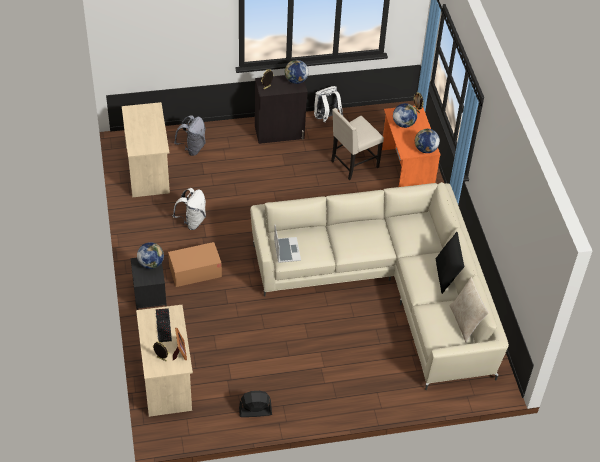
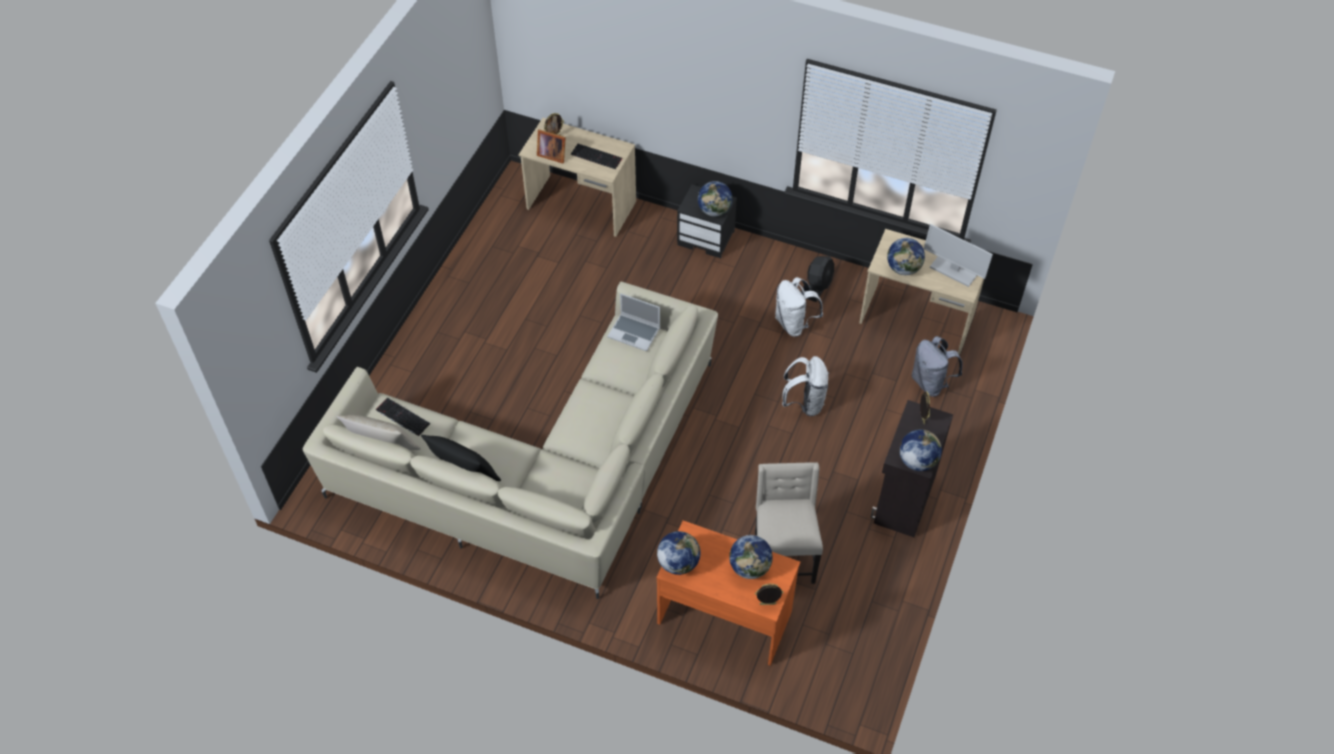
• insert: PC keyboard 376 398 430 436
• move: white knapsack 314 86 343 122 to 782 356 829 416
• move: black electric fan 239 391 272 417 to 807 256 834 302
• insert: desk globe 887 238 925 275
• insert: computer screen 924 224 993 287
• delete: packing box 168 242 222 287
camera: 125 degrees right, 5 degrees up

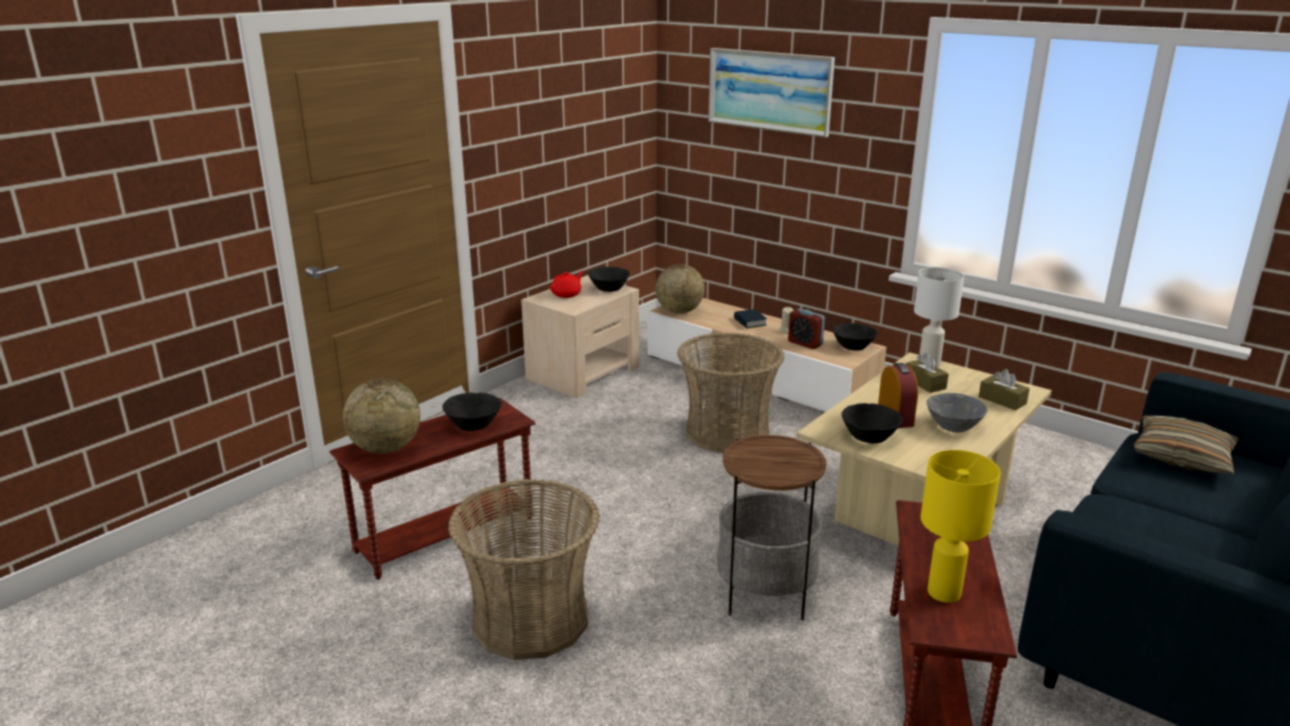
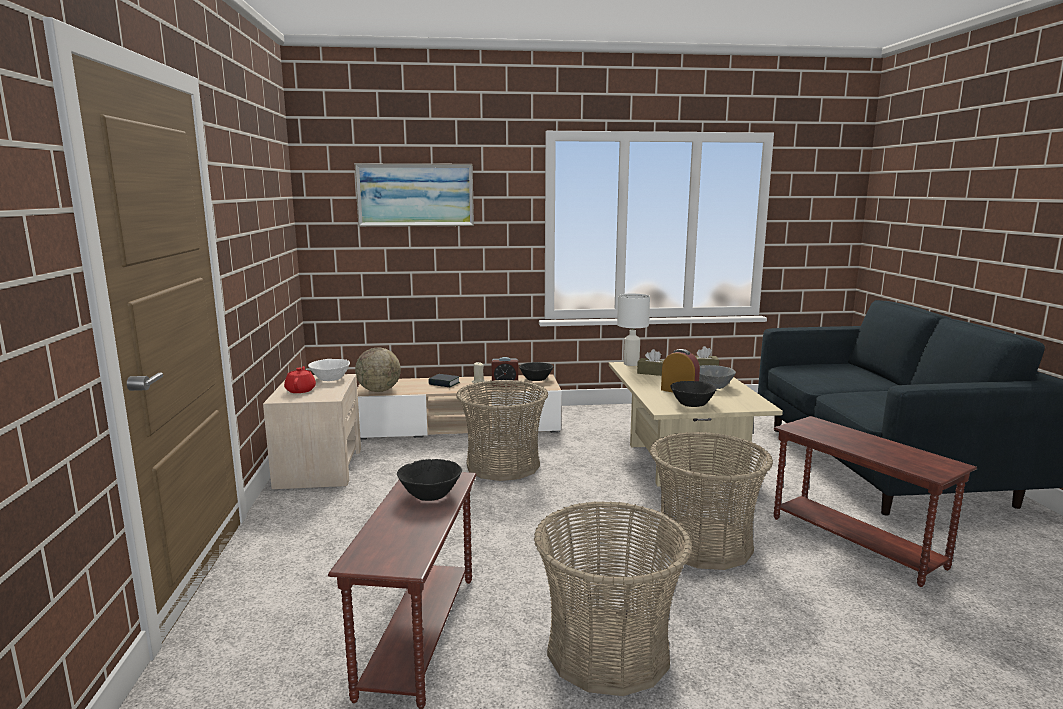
• recolor: black serving bowl 588 267 630 292 to white serving bowl 308 359 350 381
• replace: side table 717 435 827 620 to storage basket 650 432 773 570
• delete: desk globe 343 379 420 454
• delete: yellowish table lamp 921 450 1001 603
• delete: cushion 1134 415 1239 474
camera: 45 degrees left, 10 degrees down

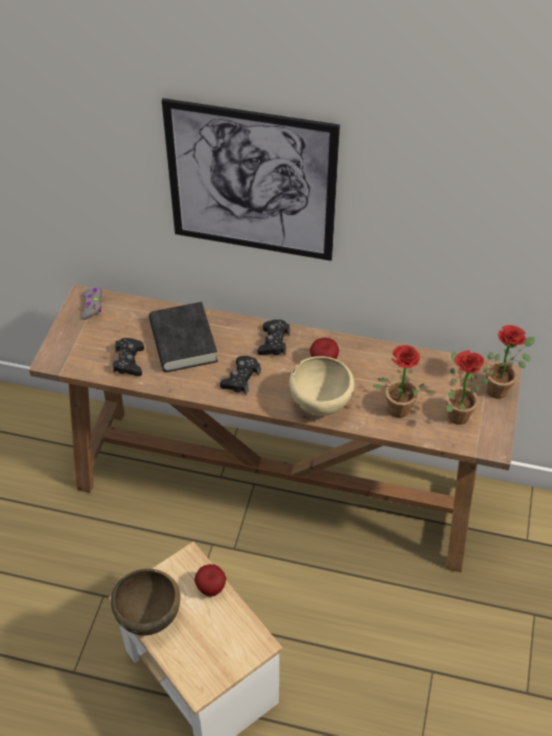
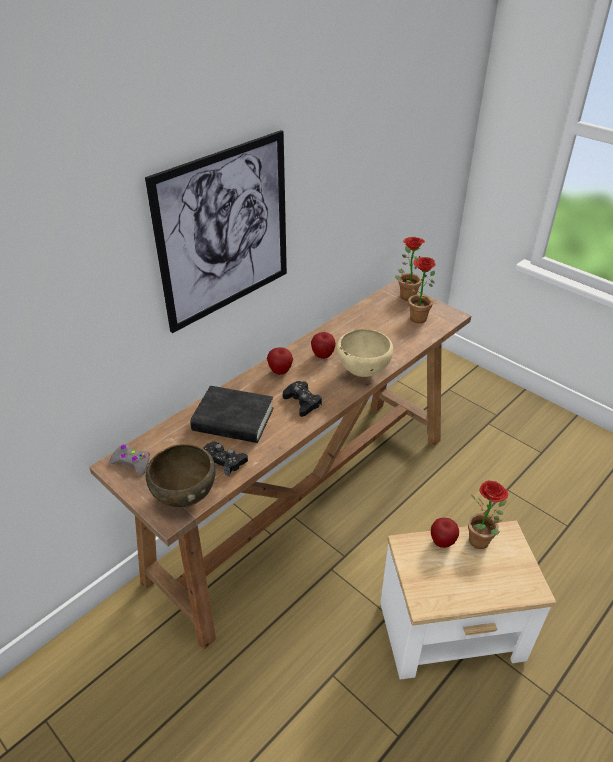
• move: brownish serving bowl 111 569 180 636 to 145 444 216 507
• replace: black joypad 258 319 290 355 to whole apple 267 347 293 375
• move: potted plant 373 345 435 418 to 468 480 508 549
camera: 60 degrees left, 10 degrees down

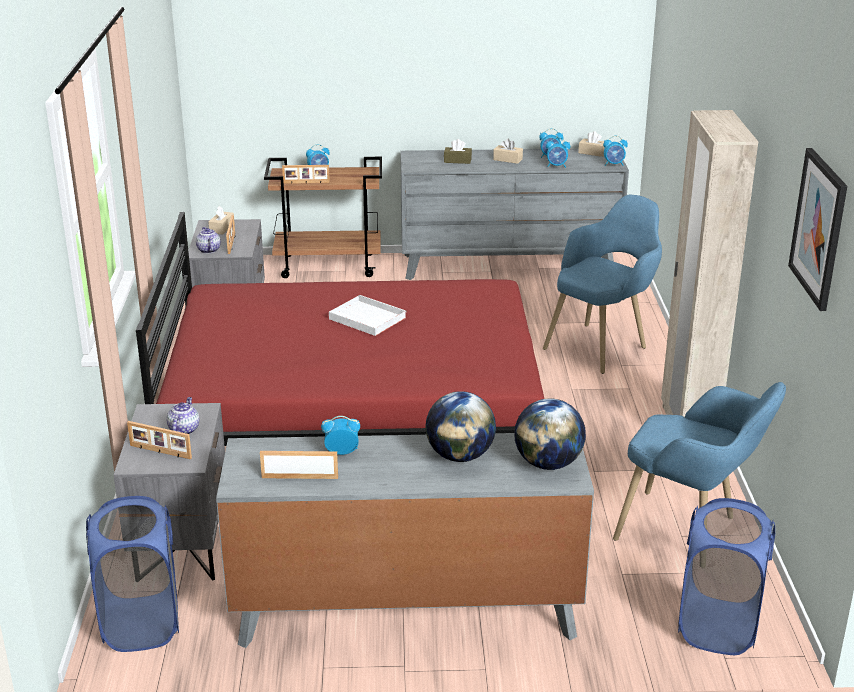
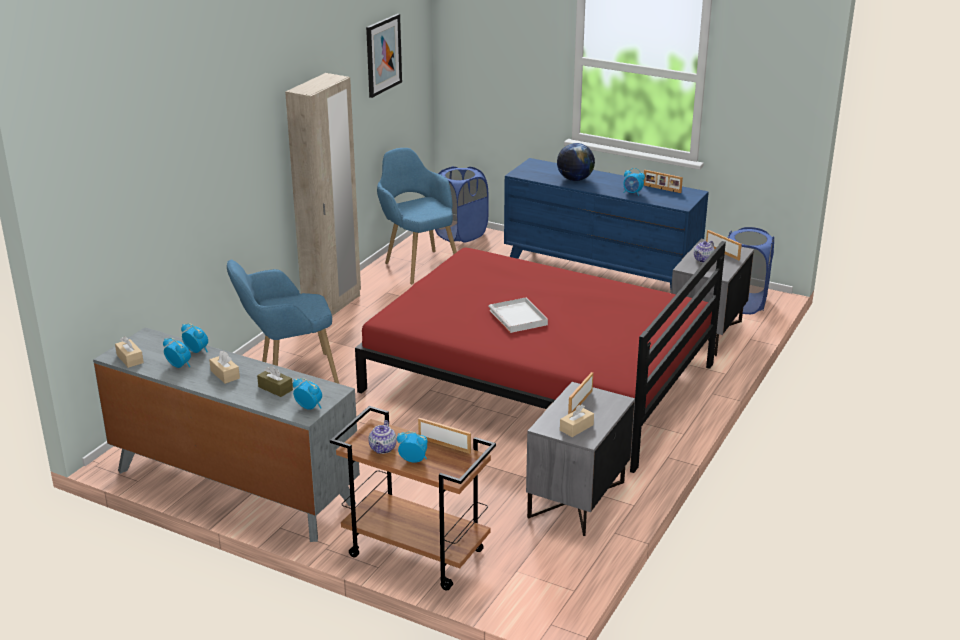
• move: table clock 603 136 628 166 to 293 378 322 410
• move: pot for tea 196 227 221 254 to 369 420 397 454
• recolor: grey chest of drawers 216 433 594 648 to blue-coloured chest of drawers 504 158 709 289
• delete: desk globe 514 398 586 470
camera: 150 degrees left, 0 degrees up

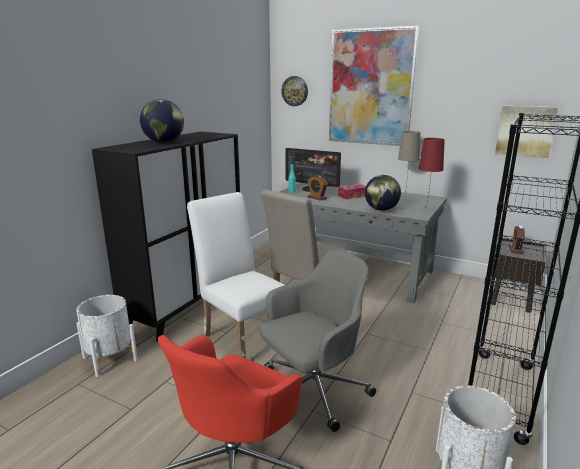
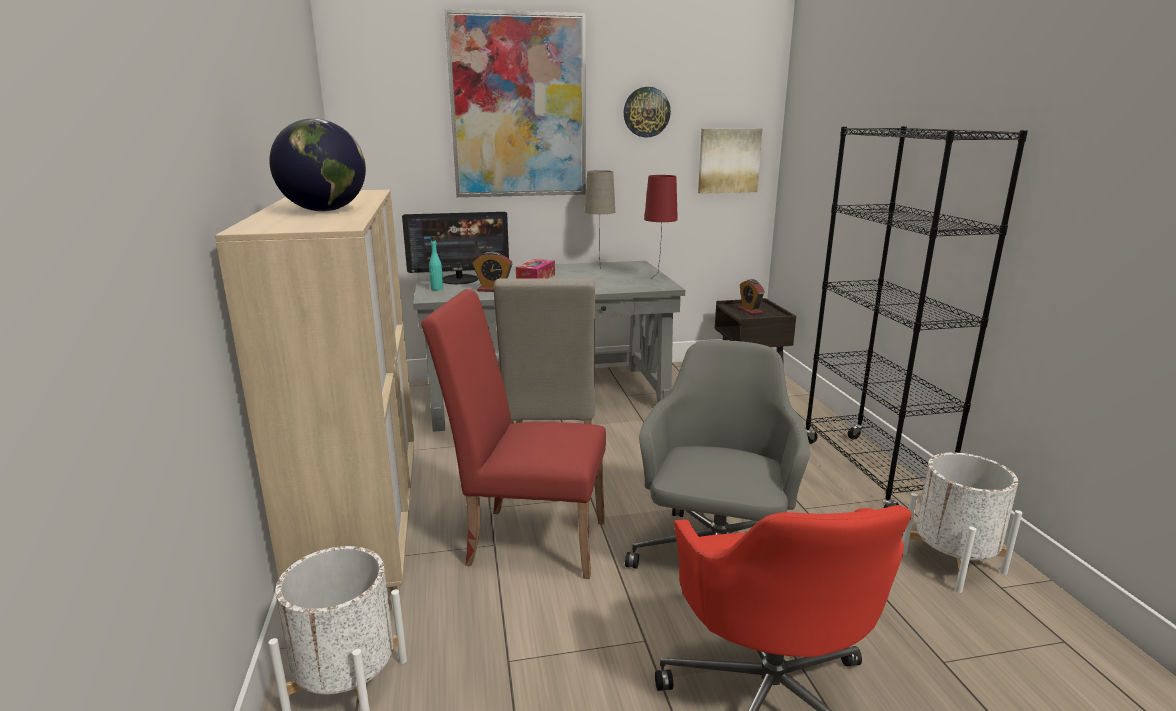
• recolor: black cupboard 92 132 240 341 to beige cupboard 215 190 415 613
• recolor: white plain chair 187 192 284 358 to reddish plain chair 421 289 606 579
• move: wall clock 281 76 308 106 to 624 87 671 137
• delete: desk globe 365 175 401 211
camera: 40 degrees left, 0 degrees up

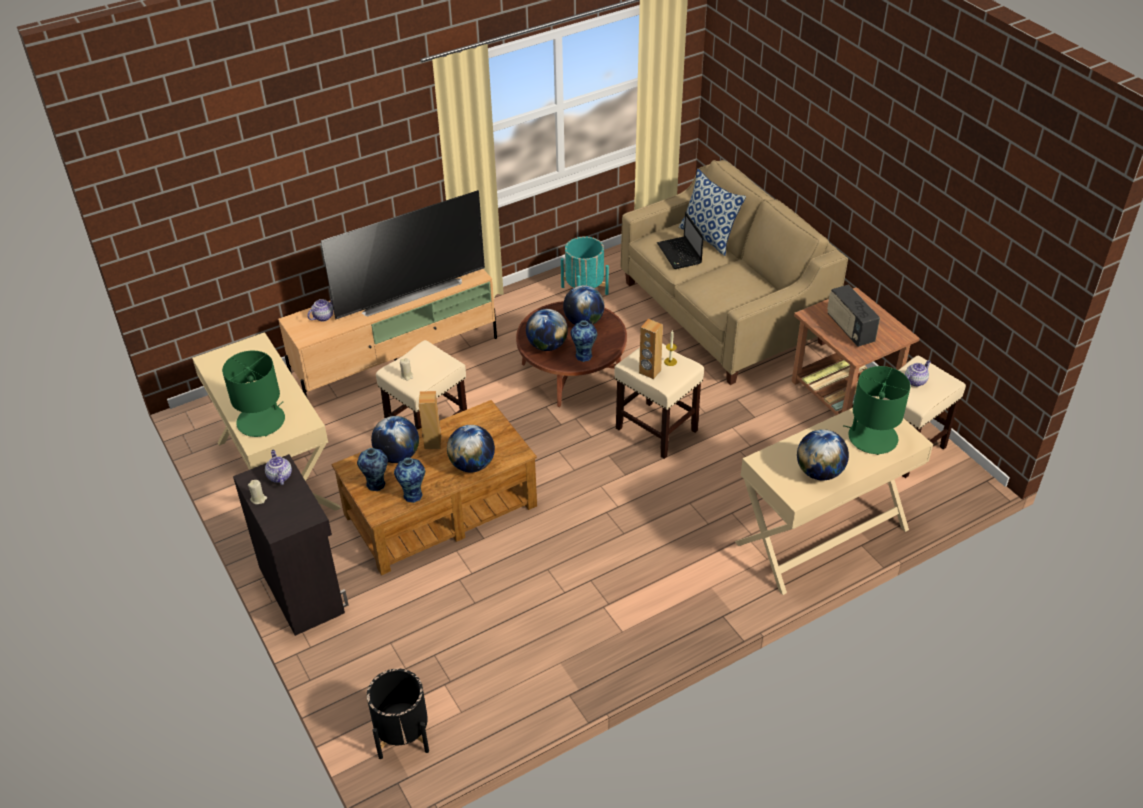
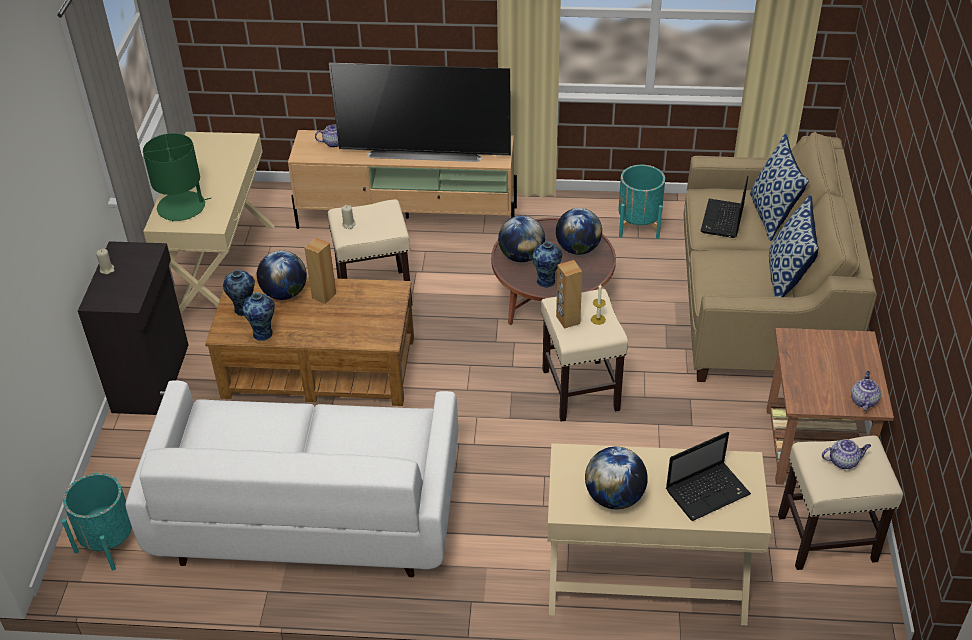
• recolor: black flower pot 367 669 429 759 to blue-green flower pot 62 473 132 570
• insert: white couch 125 380 458 577
• replace: green-coloured table lamp 843 366 911 455 to laptop 666 432 751 521
• insert: cushion 769 194 819 297
• move: pot for tea 265 450 292 485 to 851 371 881 411
• delete: desk globe 447 425 495 472
• delete: radio set 827 284 880 347
camera: 35 degrees right, 0 degrees up

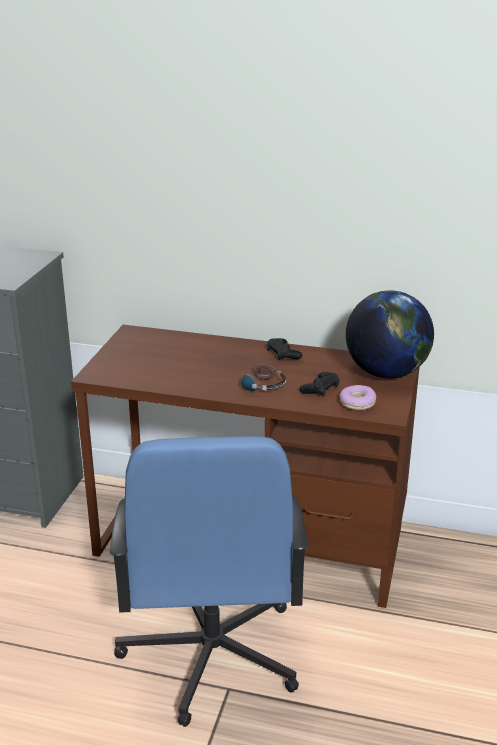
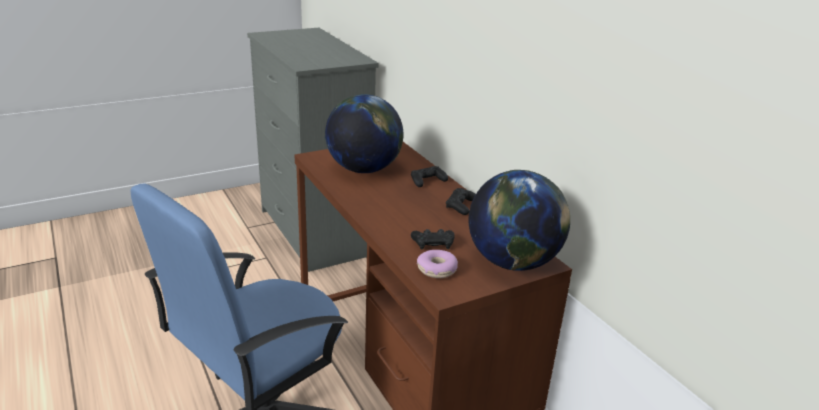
• insert: desk globe 325 94 404 173
• insert: black joypad 411 166 448 187
• delete: pair of headphones 241 363 286 391
camera: 45 degrees right, 0 degrees up

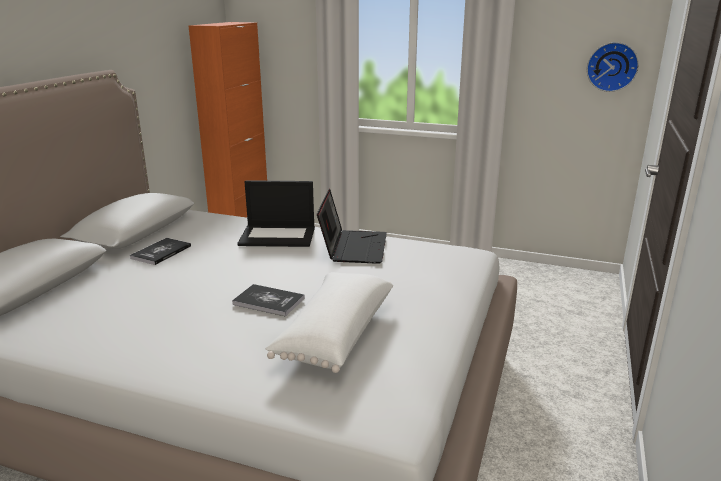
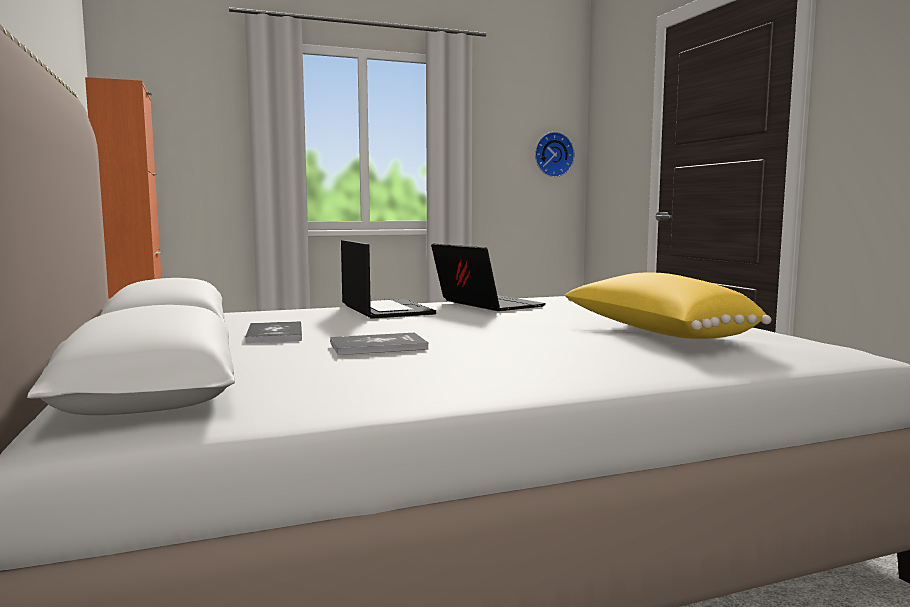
• move: volume 232 284 305 317 to 331 333 429 355
• rotate: laptop 237 180 315 247 = 341 240 436 319 75 degrees counterclockwise
• recolor: white cushion 265 272 393 373 to yellowish cushion 564 273 771 339
camera: 40 degrees left, 15 degrees down

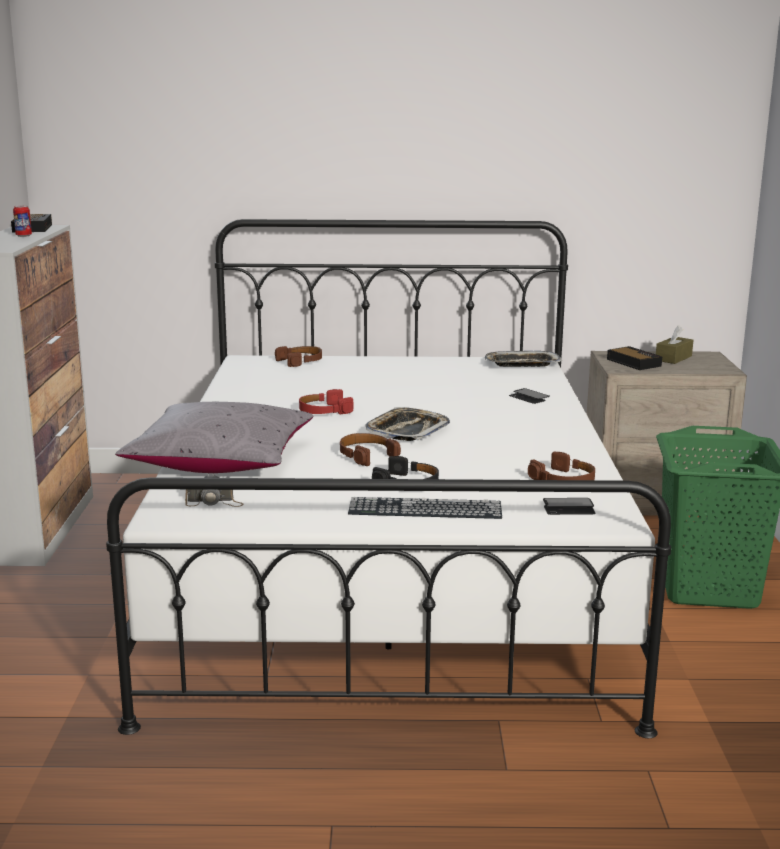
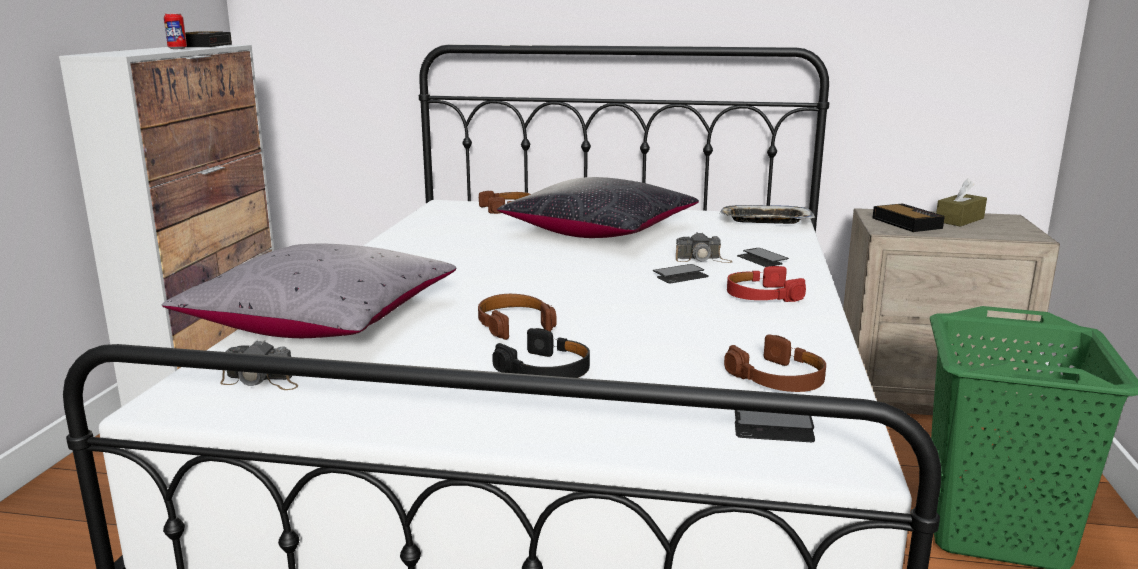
• insert: black cushion 497 177 699 238
• insert: handset 653 264 709 283
• insert: photo camera 676 232 732 263
• move: reddish pair of headphones 299 389 354 414 to 727 266 806 302
• delete: PC keyboard 348 497 502 519
• delete: tray 365 407 450 441
camera: 10 degrees right, 0 degrees up

